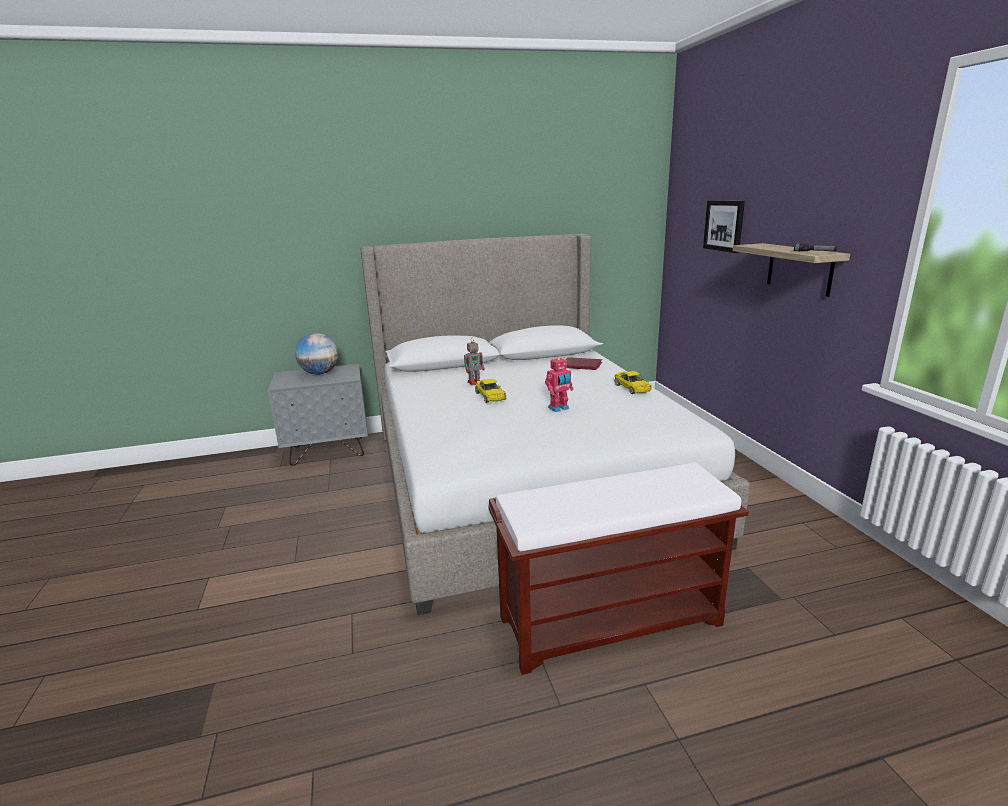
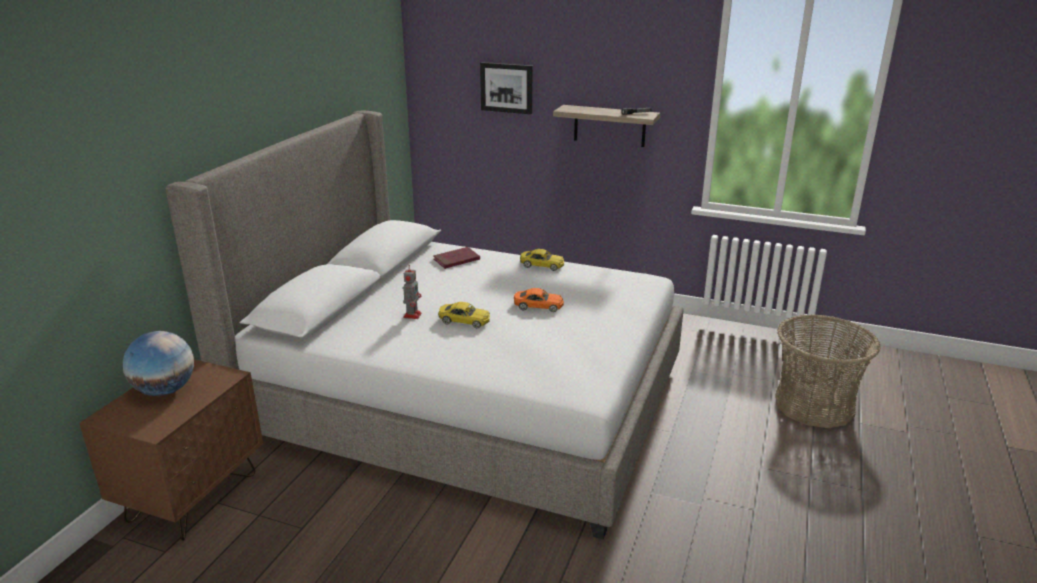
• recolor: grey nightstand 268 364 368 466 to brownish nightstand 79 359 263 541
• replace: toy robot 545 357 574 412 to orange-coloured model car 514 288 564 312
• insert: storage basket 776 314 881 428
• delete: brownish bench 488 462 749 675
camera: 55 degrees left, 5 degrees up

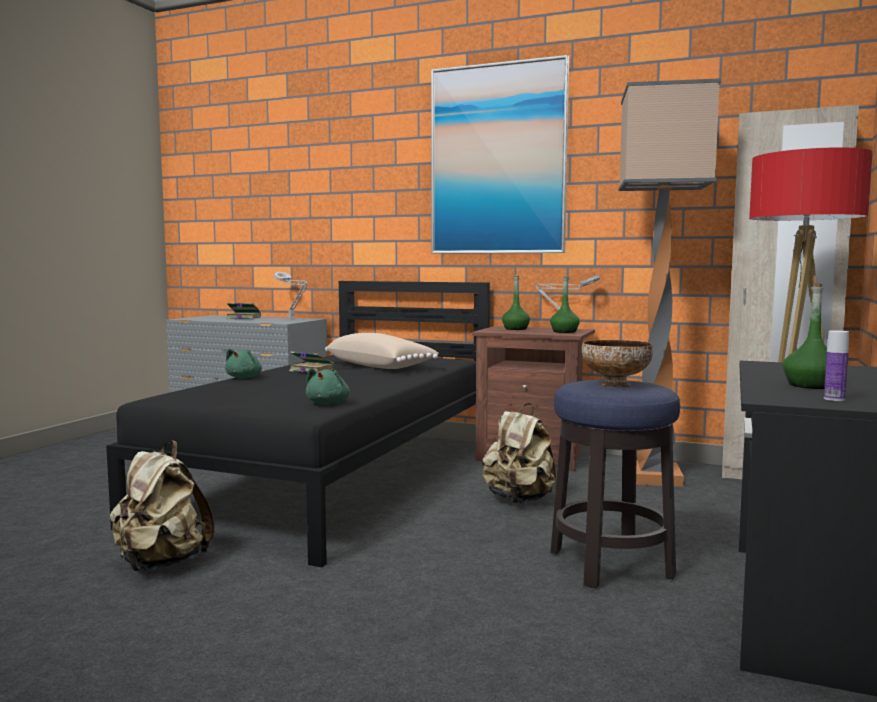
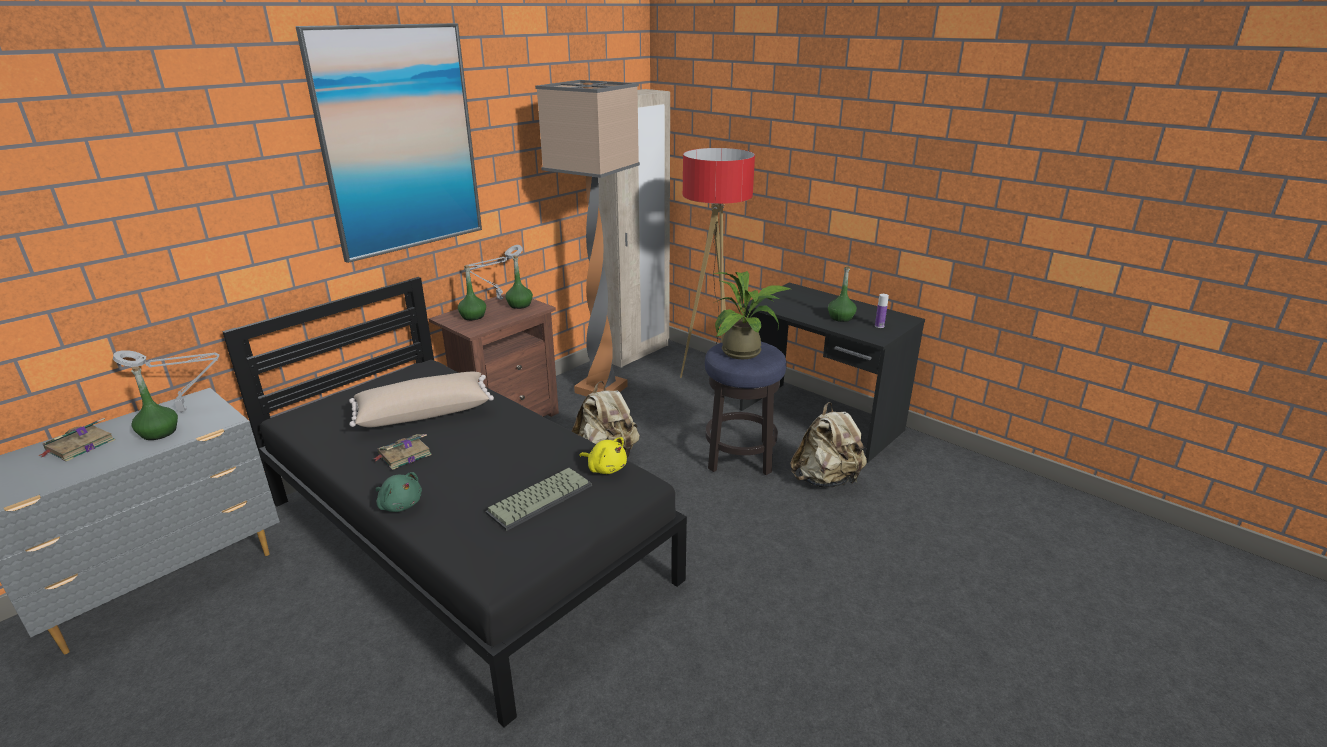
• insert: green-coloured beverage bottle 131 366 178 440
• insert: PC keyboard 485 468 592 531
• recolor: green-coloured cuddly toy 306 368 350 405 to yellowish cuddly toy 579 437 627 474
• replace: serving bowl 582 340 653 388 to potted plant 713 271 791 359
• move: beige knapsack 110 441 215 571 to 790 402 867 488
camera: 70 degrees left, 20 degrees up

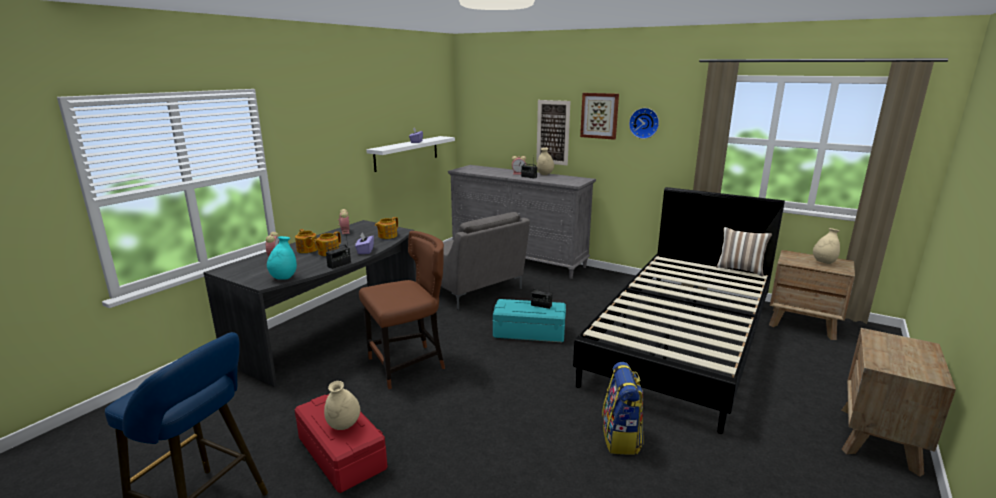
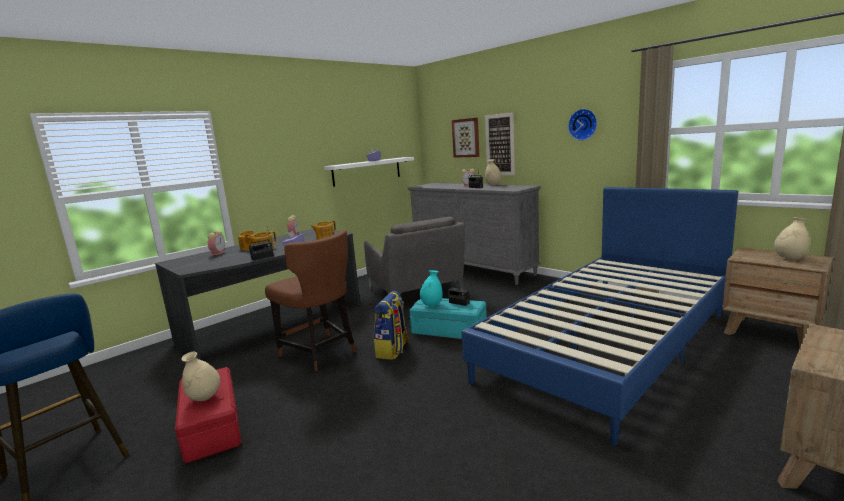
• rotate: brownish plain chair 359 231 445 389 = 265 230 357 371 60 degrees clockwise
• move: knapsack 602 362 643 455 to 374 291 410 360
• move: blue-green flower vase 267 236 297 280 to 420 270 443 306
• move: picture 580 93 619 140 to 452 118 479 158
• recolor: black sleeping bed 573 187 785 434 to blue-coloured sleeping bed 462 187 738 446
• delete: cushion 716 227 772 276
camera: 15 degrees right, 5 degrees down

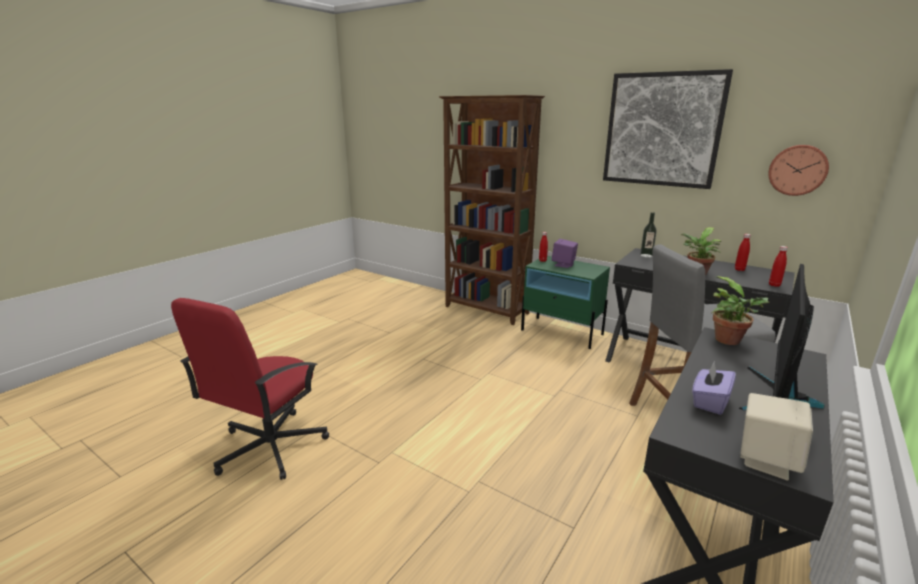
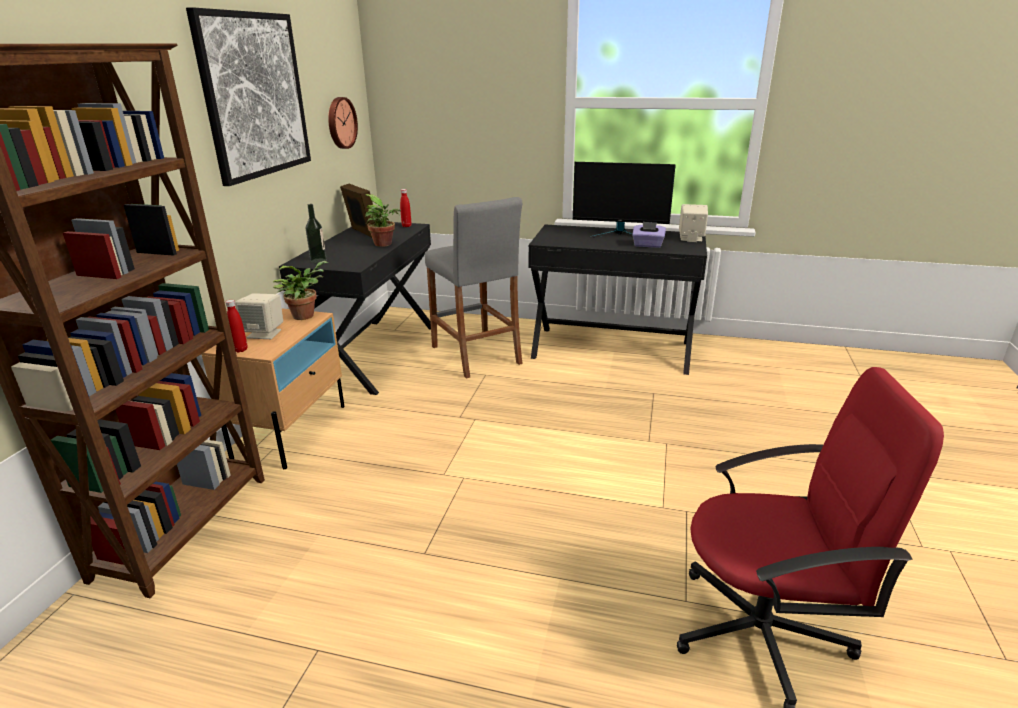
• recolor: green-coloured nightstand 521 256 610 349 to beige nightstand 201 309 344 469
• recolor: purple-coloured audio speaker 552 239 578 268 to beige audio speaker 235 293 283 339
• move: potted plant 712 276 769 345 to 273 261 328 320
• replace: reddish beverage bottle 735 234 751 271 to picture frame 340 184 374 237
camera: 110 degrees left, 5 degrees up

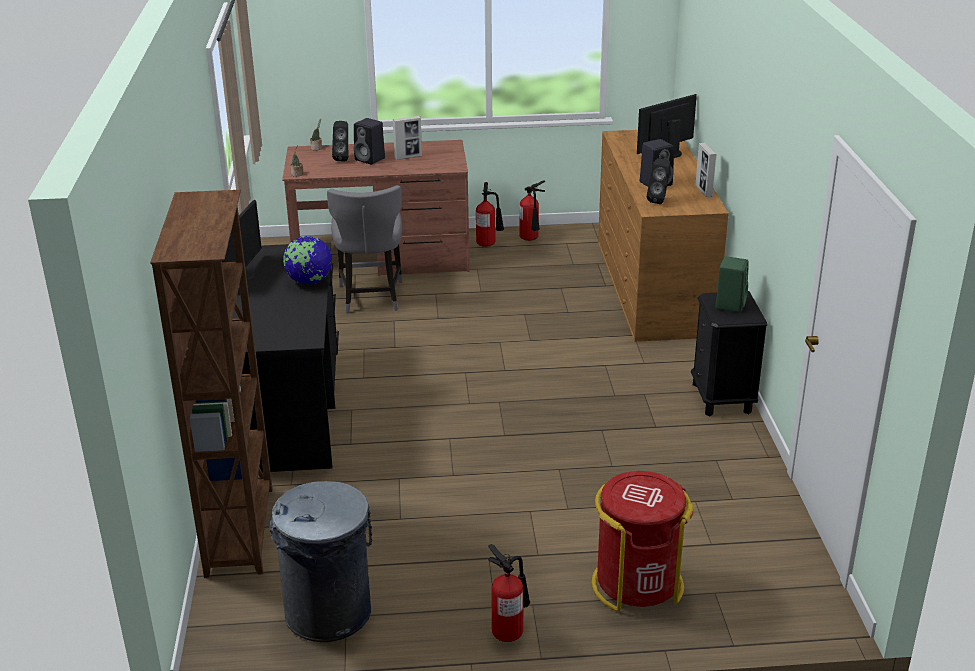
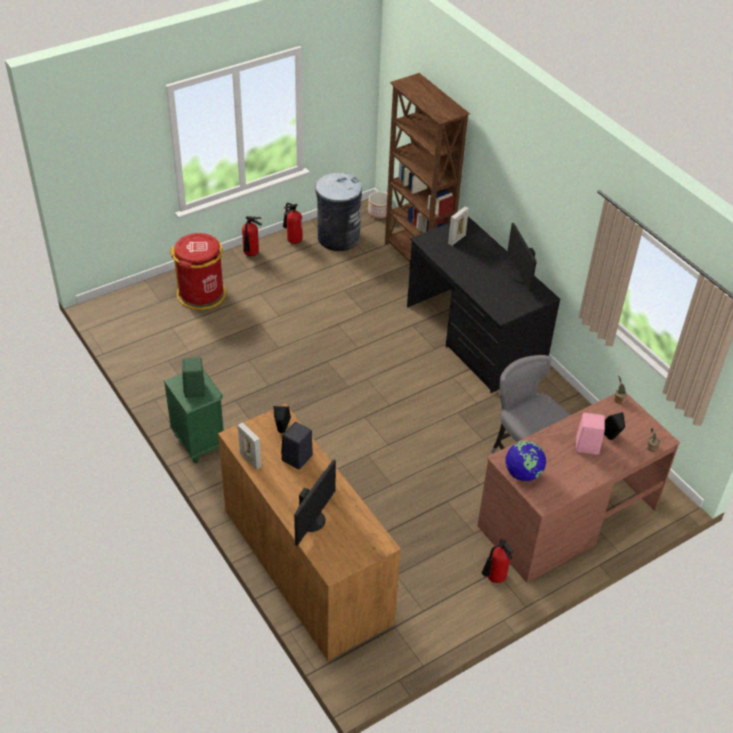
• recolor: black nightstand 691 291 767 416 to green-coloured nightstand 164 369 224 463
• move: extinguisher 519 181 545 241 to 283 202 302 244
• insert: flower pot 368 191 387 219
• move: picture frame 393 116 422 160 to 448 207 469 246
• move: desk globe 283 236 332 284 to 505 441 546 481
• recolor: black audio speaker 354 118 385 164 to pink audio speaker 576 413 605 455
camera: 150 degrees right, 15 degrees up

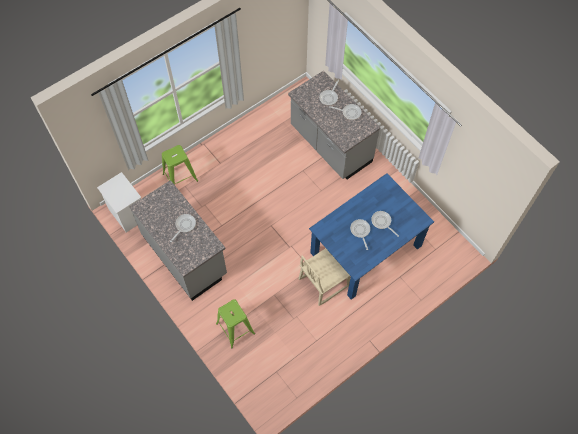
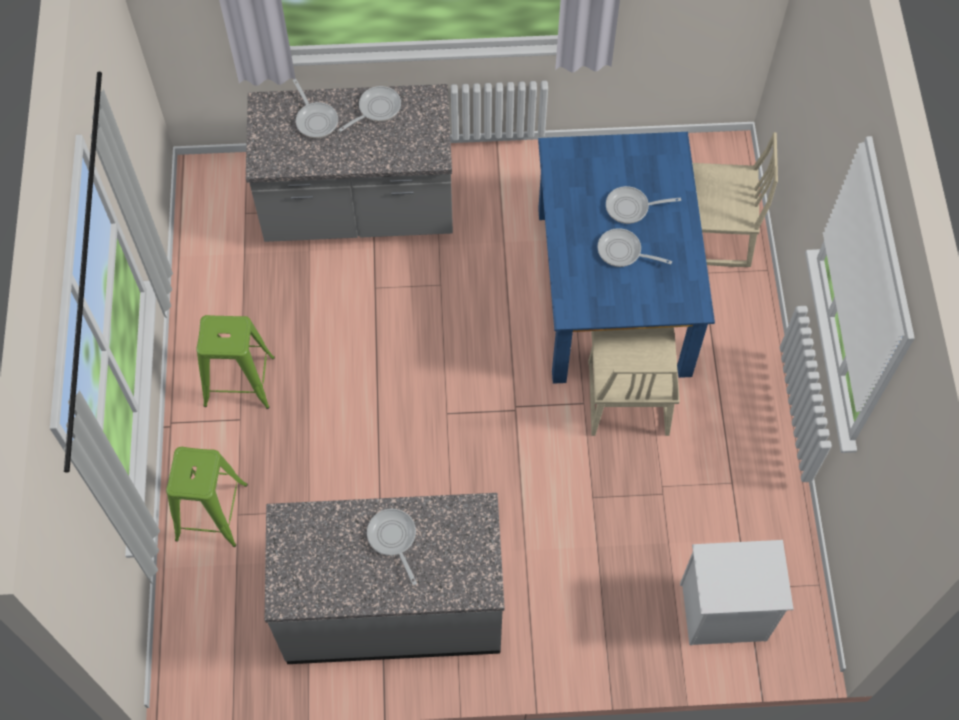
• move: green-coloured stool 216 299 255 348 to 196 315 275 409
• move: white nightstand 97 172 141 232 to 680 540 793 645
• insert: beige plain chair 692 132 778 267
camera: 55 degrees left, 0 degrees up

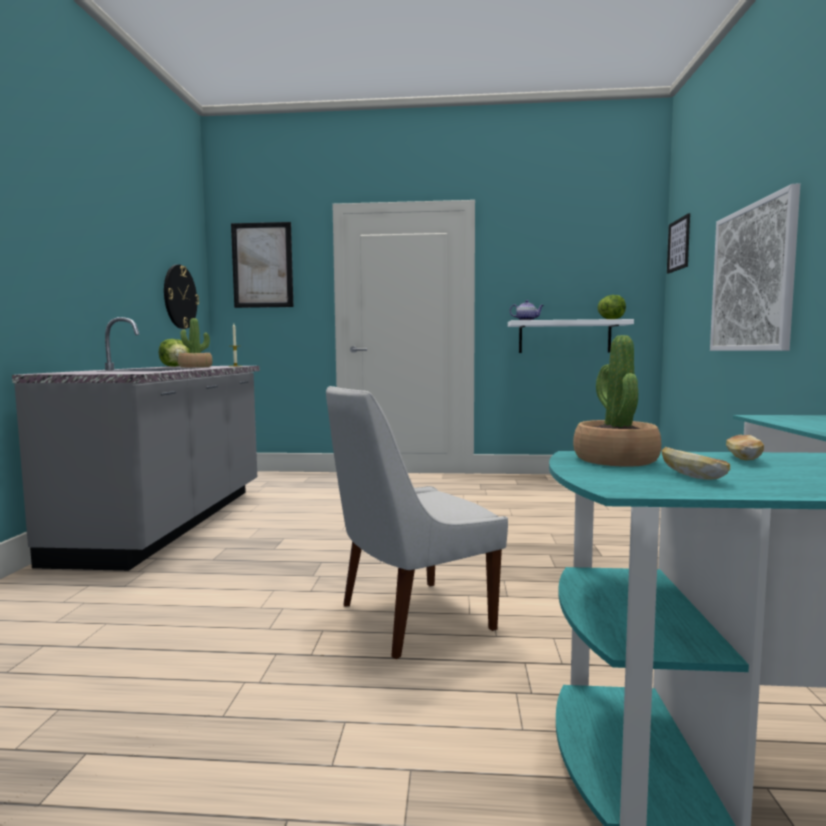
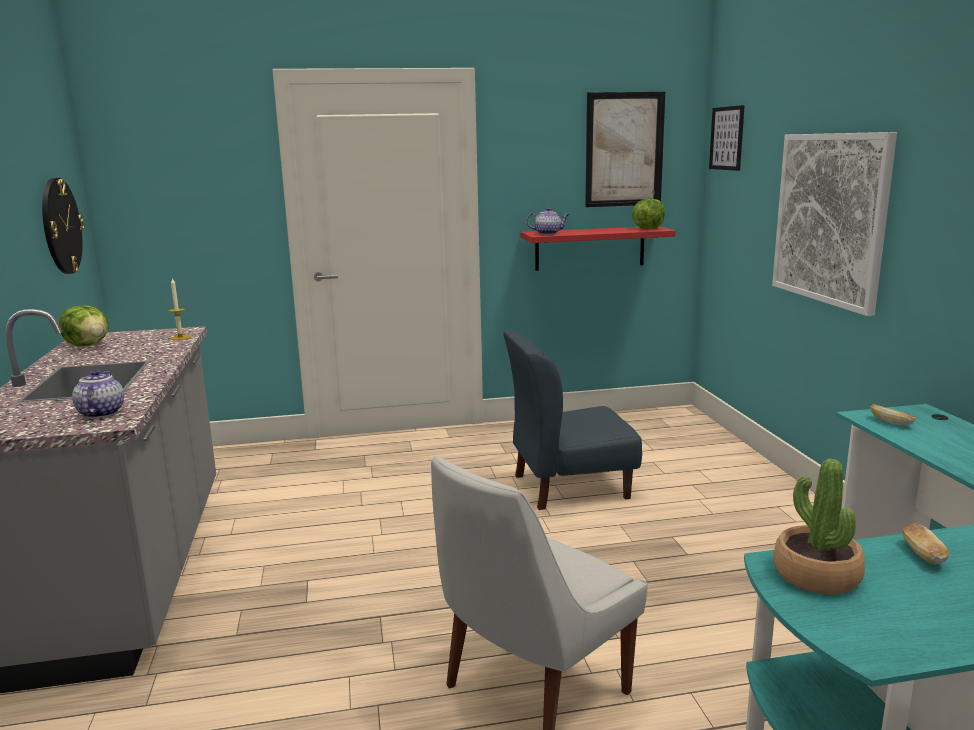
• insert: pot for tea 72 370 124 418
• insert: blue-coloured plain chair 503 331 642 510
• recolor: white wall shelf 508 319 634 353 to reddish wall shelf 521 226 676 271
• move: picture 231 222 294 308 to 585 91 666 207
• move: baked bread 662 447 730 480 to 870 404 916 425
• delete: potted plant 178 318 213 368
camera: 15 degrees left, 10 degrees up

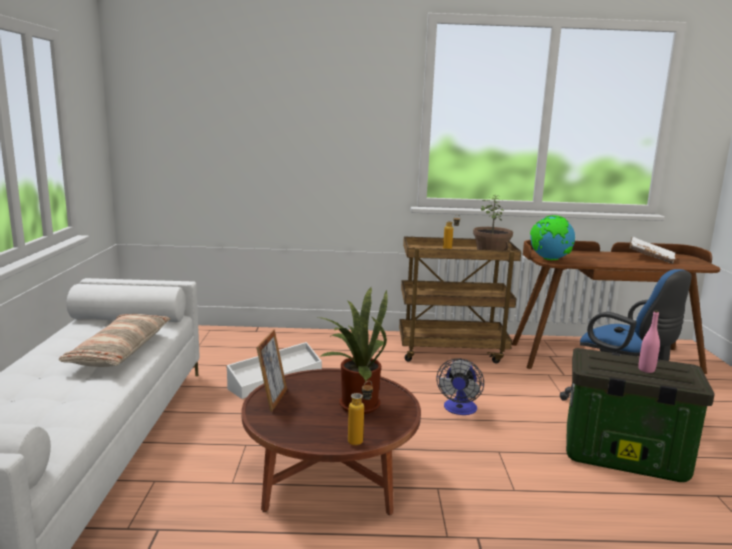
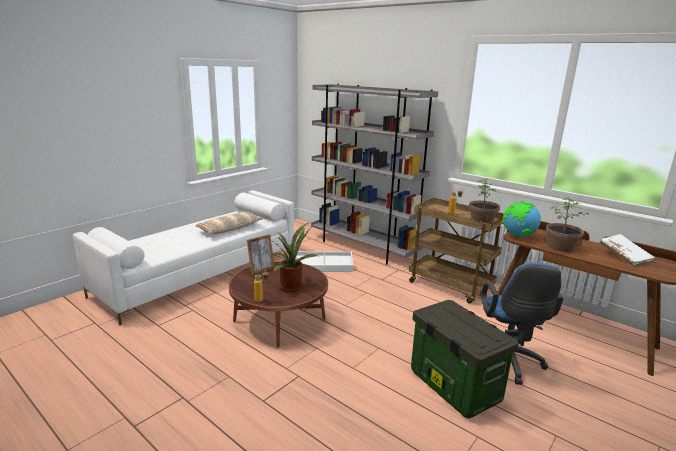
• insert: grey bookcase 311 84 438 264
• insert: potted plant 544 197 588 252
• delete: electric fan 436 358 484 415
• delete: pink beverage bottle 638 310 660 373
camera: 40 degrees right, 5 degrees up

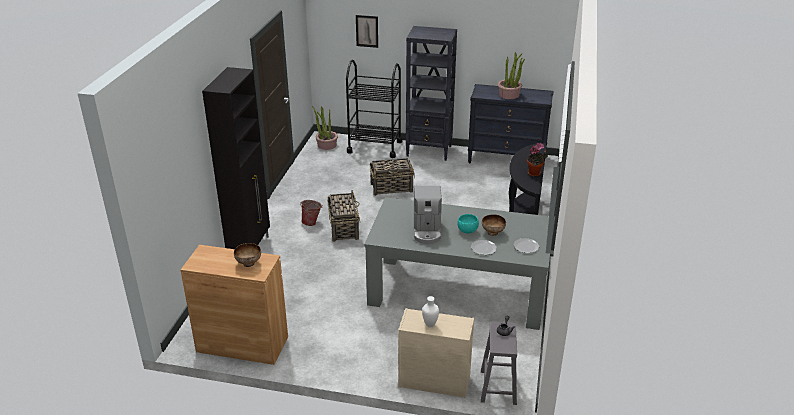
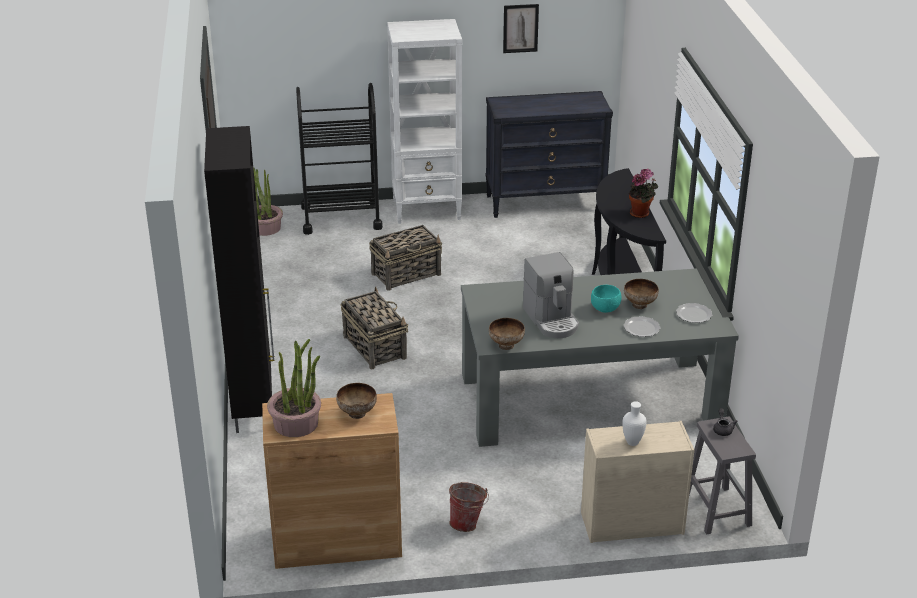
• move: potted plant 498 52 525 99 to 267 339 321 437
• recolor: black bookcase 406 26 457 161 to white bookcase 387 19 462 224
• move: bucket 301 200 323 226 to 449 482 489 532
• insert: serving bowl 489 318 525 350
• move: picture 356 15 378 48 to 503 4 539 53
camera: 20 degrees left, 0 degrees up

